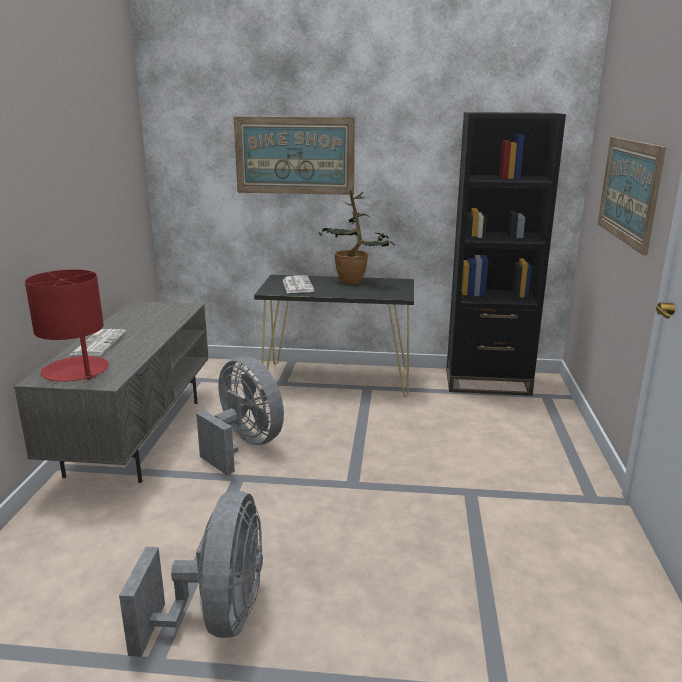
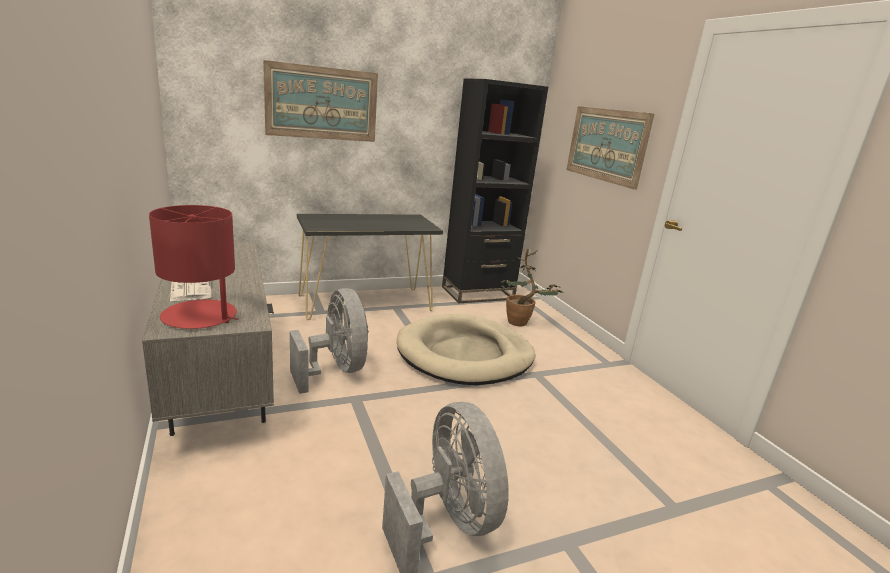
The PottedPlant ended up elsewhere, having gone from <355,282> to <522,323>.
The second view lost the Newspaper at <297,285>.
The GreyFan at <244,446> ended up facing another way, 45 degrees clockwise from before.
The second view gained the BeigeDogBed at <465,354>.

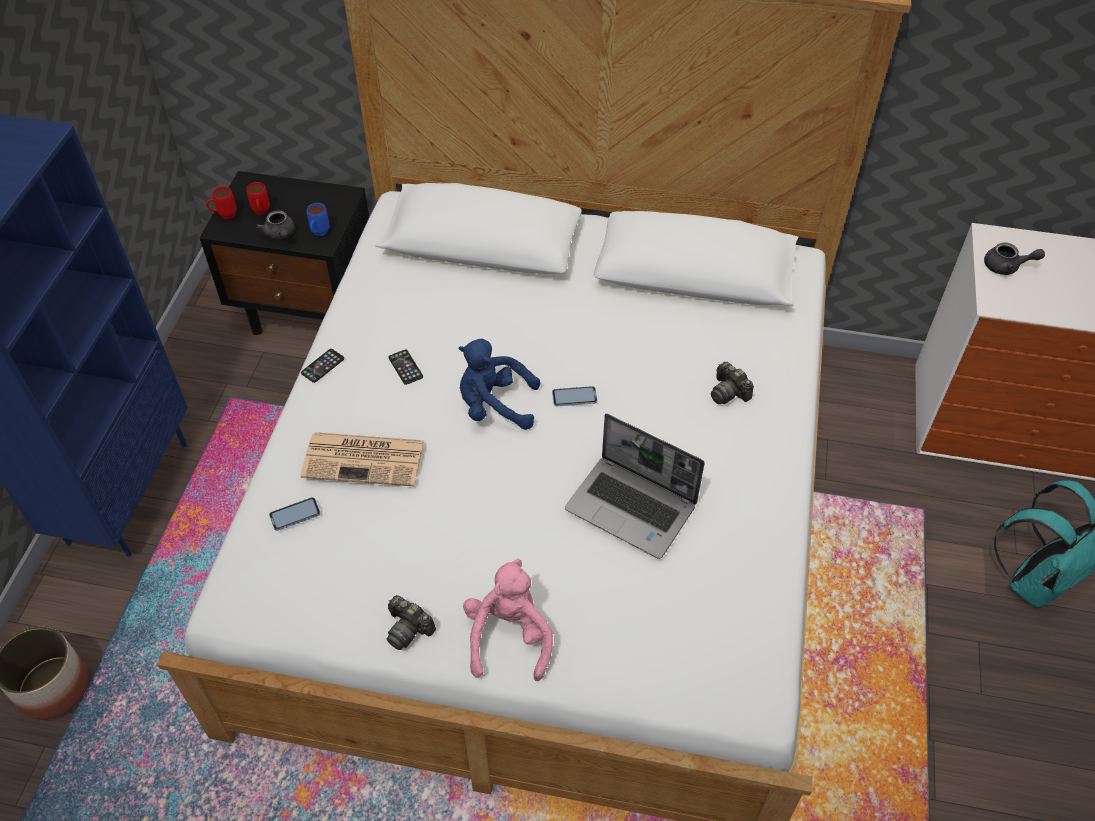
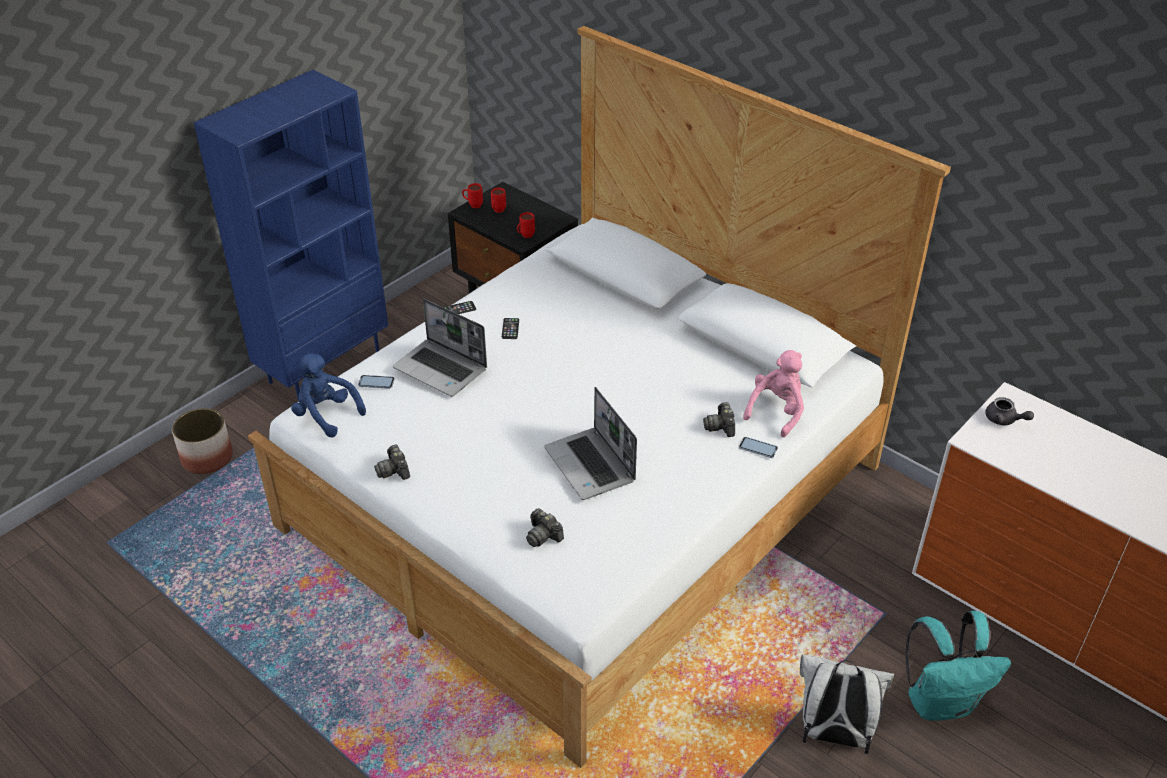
What was the BlueMug at <319,234> turned into the RedMug at <525,236>.
The second view lost the GreyTeapot at <280,235>.
The BluePlushToy ended up elsewhere, having gone from <495,405> to <326,414>.
The Phone ended up elsewhere, having gone from <574,397> to <758,448>.
Where the Newspaper stood at <365,459>, the Laptop came to stand at <442,369>.
The PinkPlushToy ended up elsewhere, having gone from <509,636> to <776,411>.
The second view gained the PhotoCamera at <543,535>.
The second view gained the WhiteBackpack at <833,735>.

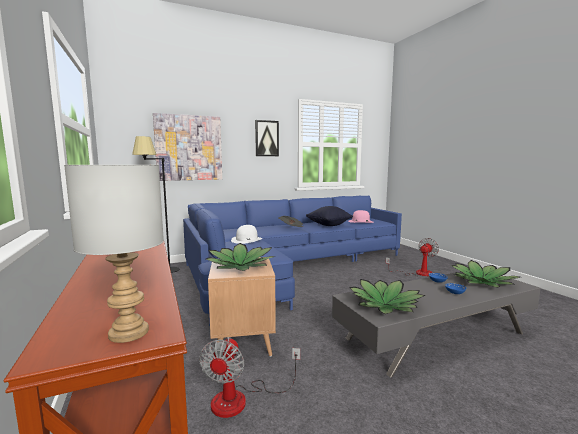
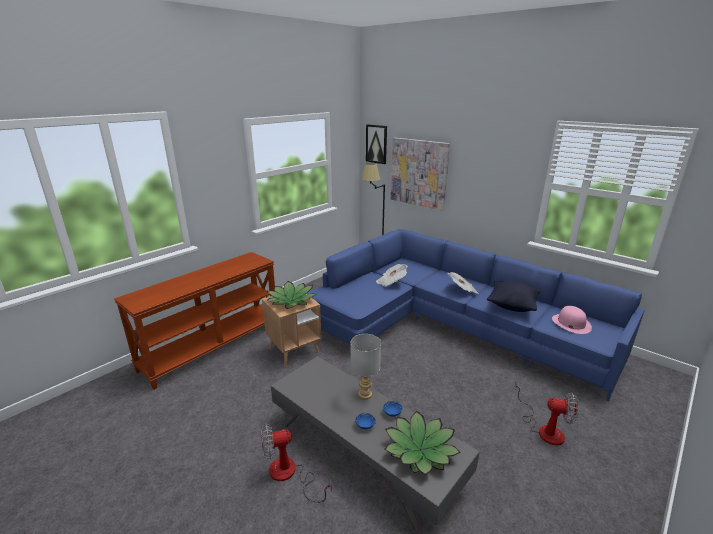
The Picture ended up elsewhere, having gone from <266,138> to <376,144>.
The GreyTableLamp ended up elsewhere, having gone from <127,333> to <364,394>.
Where the WhiteHat stood at <246,240>, the Newspaper came to stand at <391,282>.
The second view lost the PottedPlant at <385,304>.
The Fan ended up elsewhere, having gone from <241,399> to <289,475>.

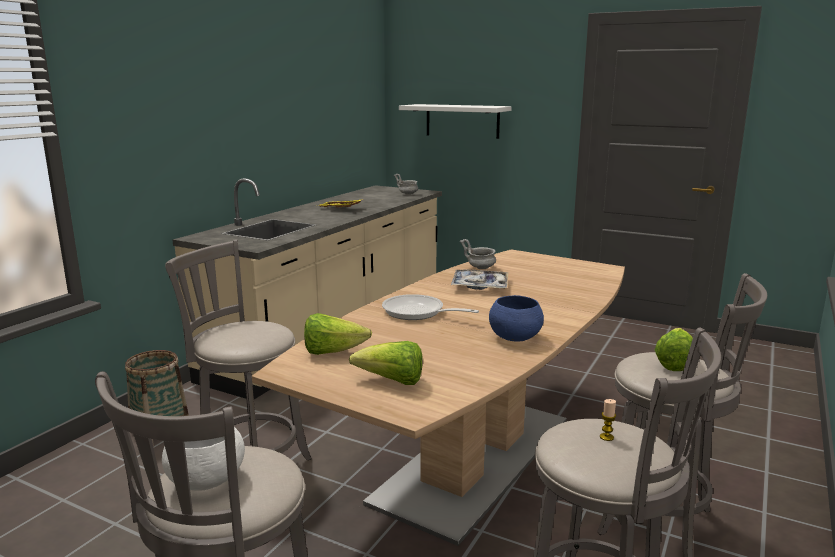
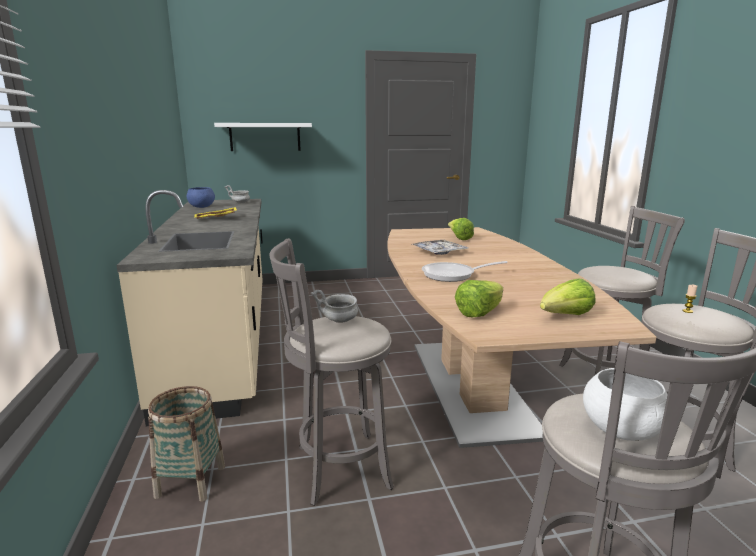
The GreyBowl ended up elsewhere, having gone from <480,268> to <339,321>.
The BlueBowl ended up elsewhere, having gone from <514,338> to <201,207>.
The Lettuce ended up elsewhere, having gone from <673,363> to <459,238>.

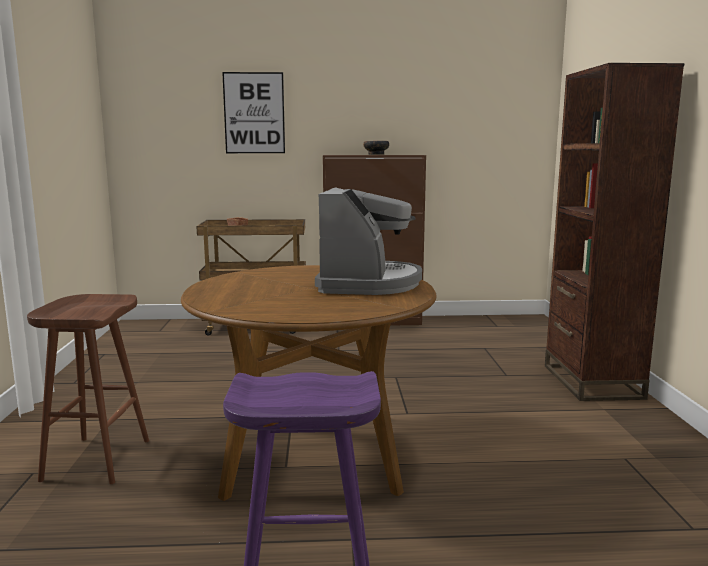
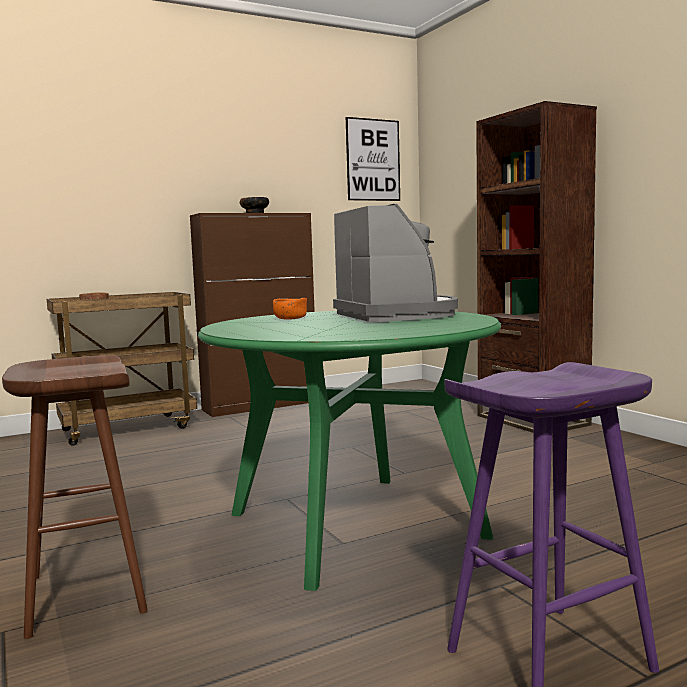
The Picture ended up elsewhere, having gone from <254,113> to <373,160>.
What was the BrownDiningTable at <312,452> turned into the GreenDiningTable at <355,524>.
The second view gained the OrangeBowl at <290,318>.

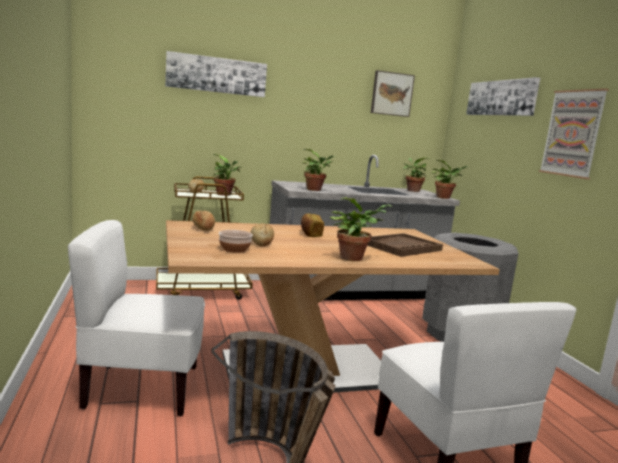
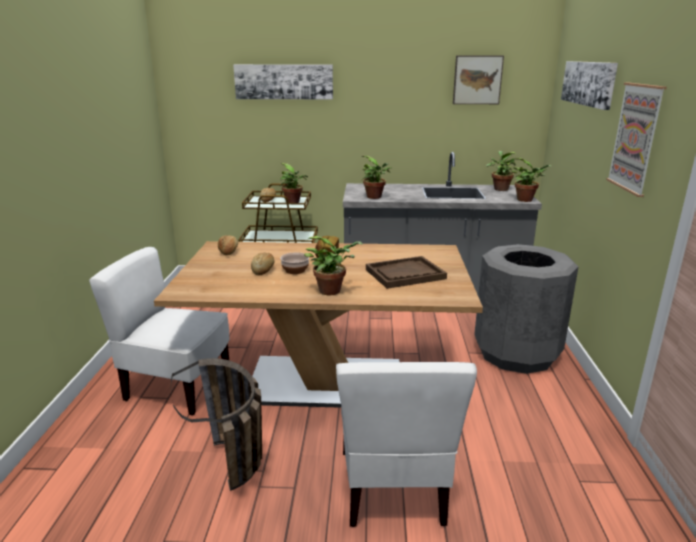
The Bowl ended up elsewhere, having gone from <234,249> to <295,270>.

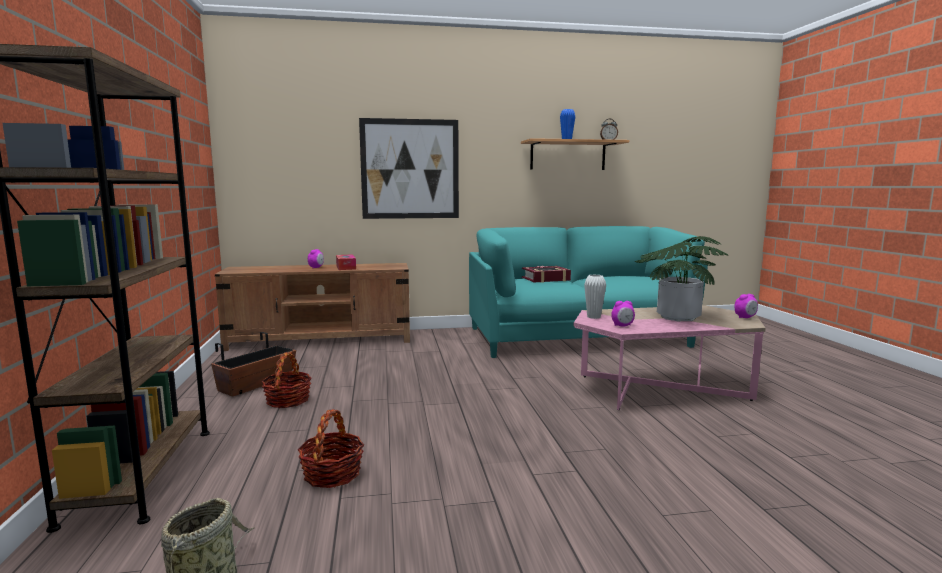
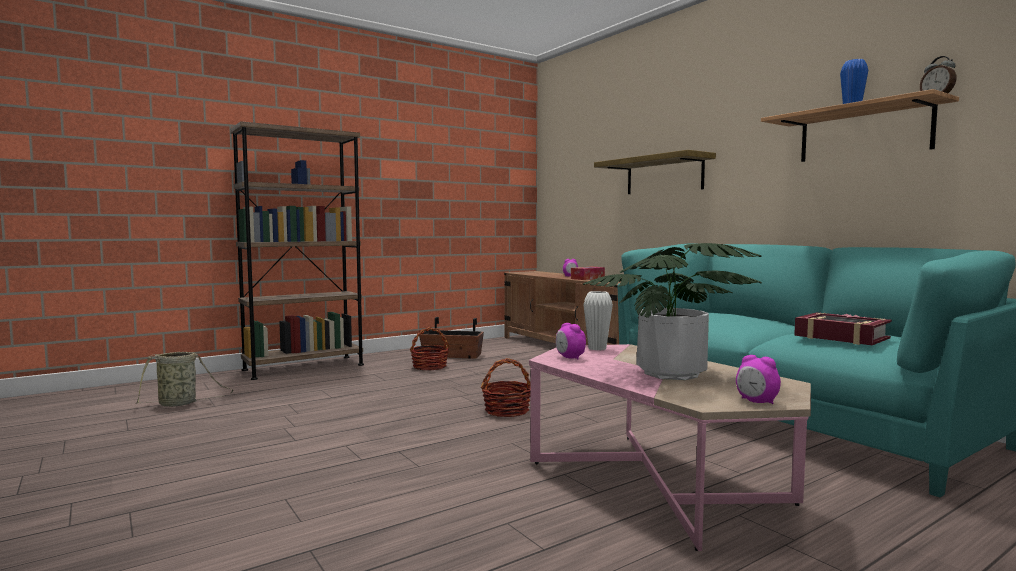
Where the Picture hung at <410,169>, the Shelf came to hang at <664,175>.
The Book ended up elsewhere, having gone from <546,279> to <841,337>.
The Basket ended up elsewhere, having gone from <332,474> to <507,411>.

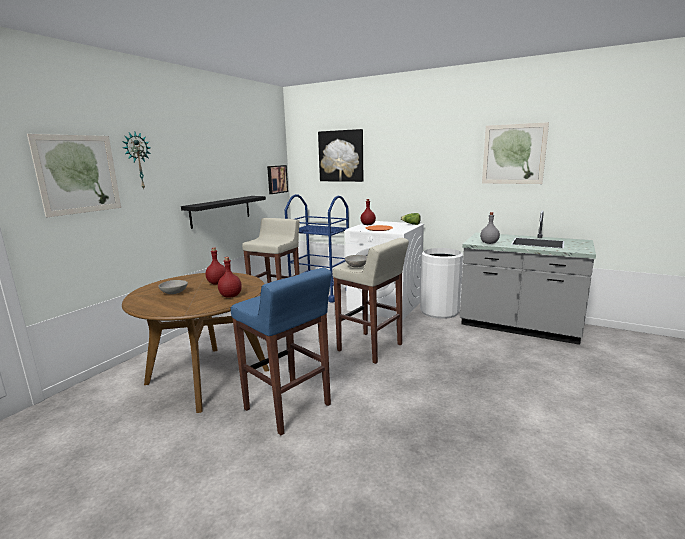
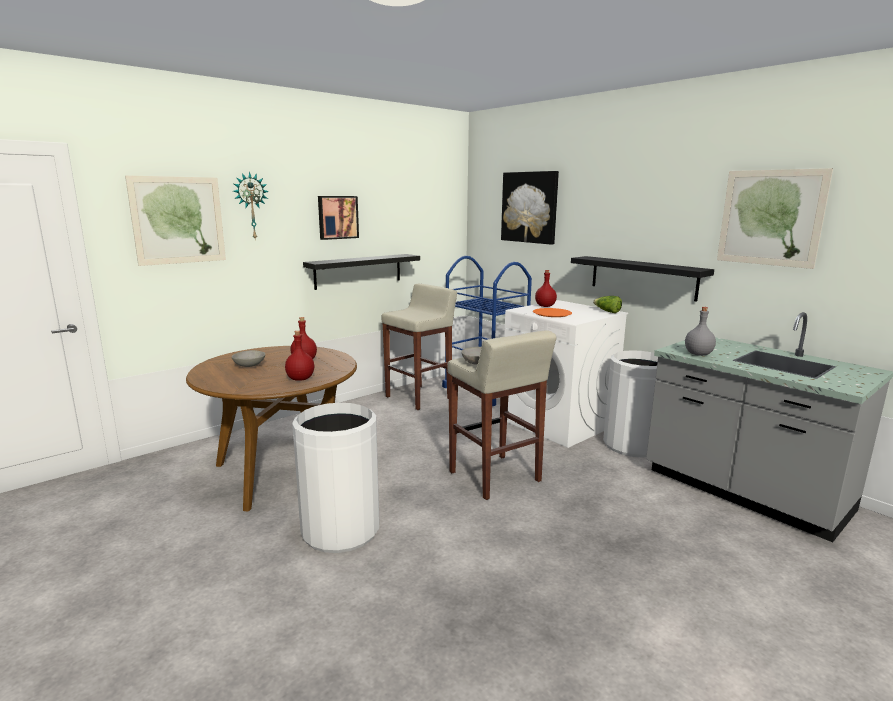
The Picture ended up elsewhere, having gone from <276,179> to <337,217>.
Where the BlueStool stood at <288,408>, the WhiteTrashCan came to stand at <340,530>.
The second view gained the BlackShelf at <642,277>.

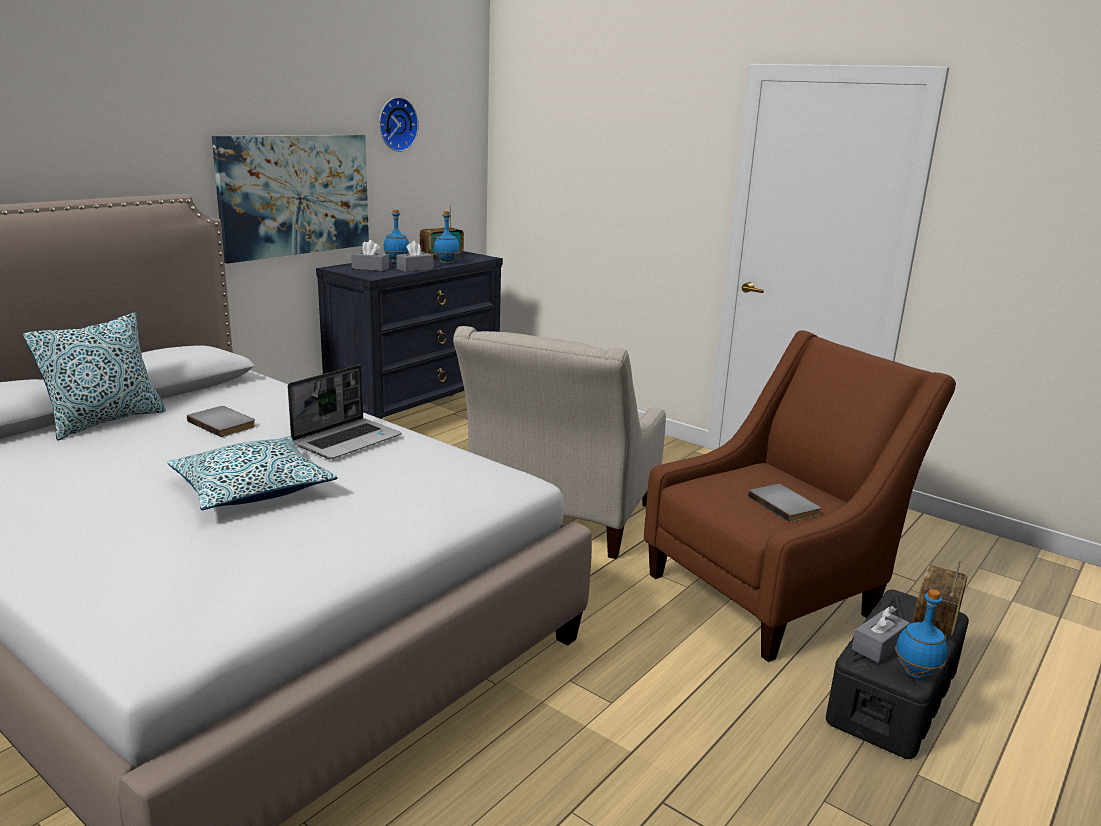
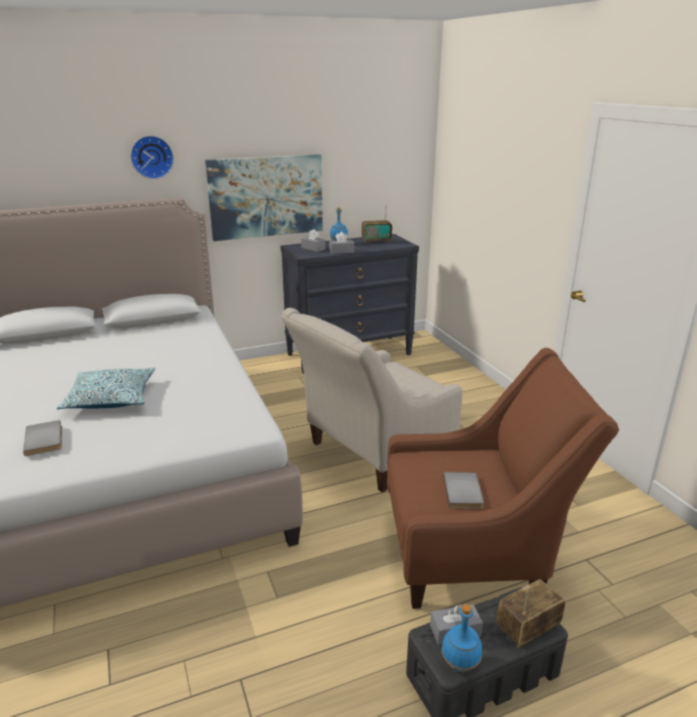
The WallClock ended up elsewhere, having gone from <396,124> to <151,157>.
The second view lost the BlueBottle at <446,263>.
The second view lost the Pillow at <106,421>.
The second view lost the Laptop at <347,440>.
The GreyBook ended up elsewhere, having gone from <224,423> to <46,439>.

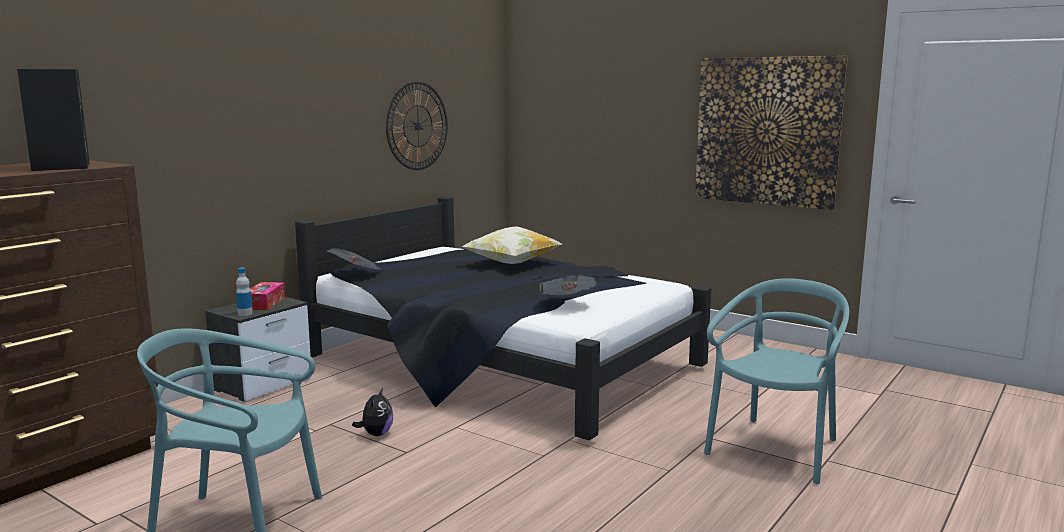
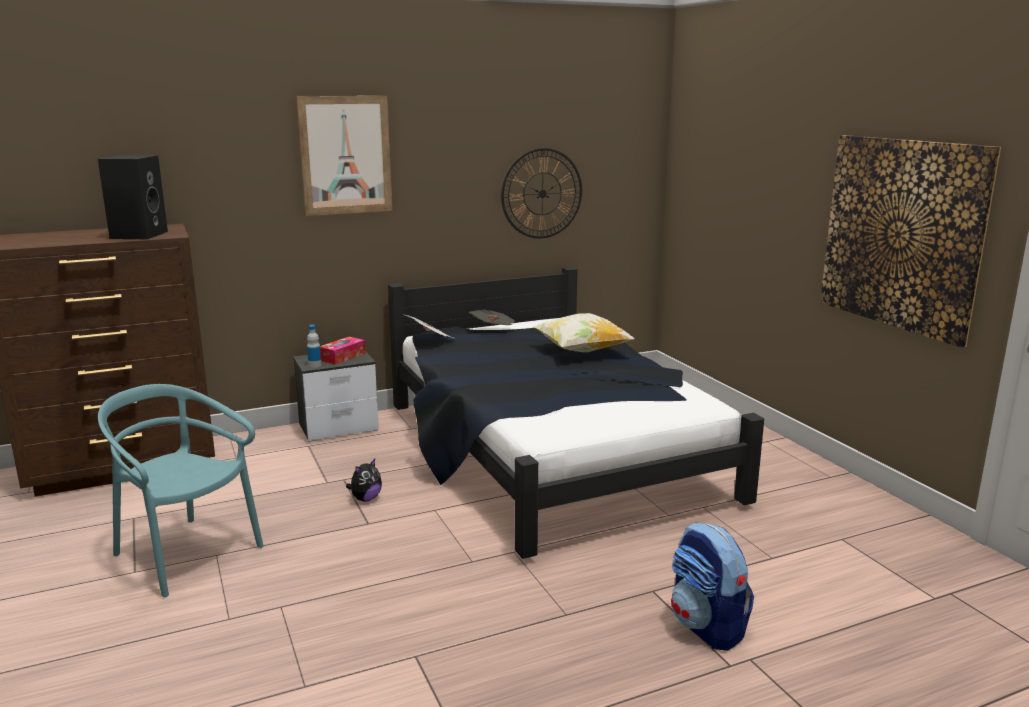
The Newspaper ended up elsewhere, having gone from <567,302> to <494,330>.
Where the TurquoiseChair stood at <775,449>, the Backpack came to stand at <707,627>.
The second view gained the Picture at <345,155>.

